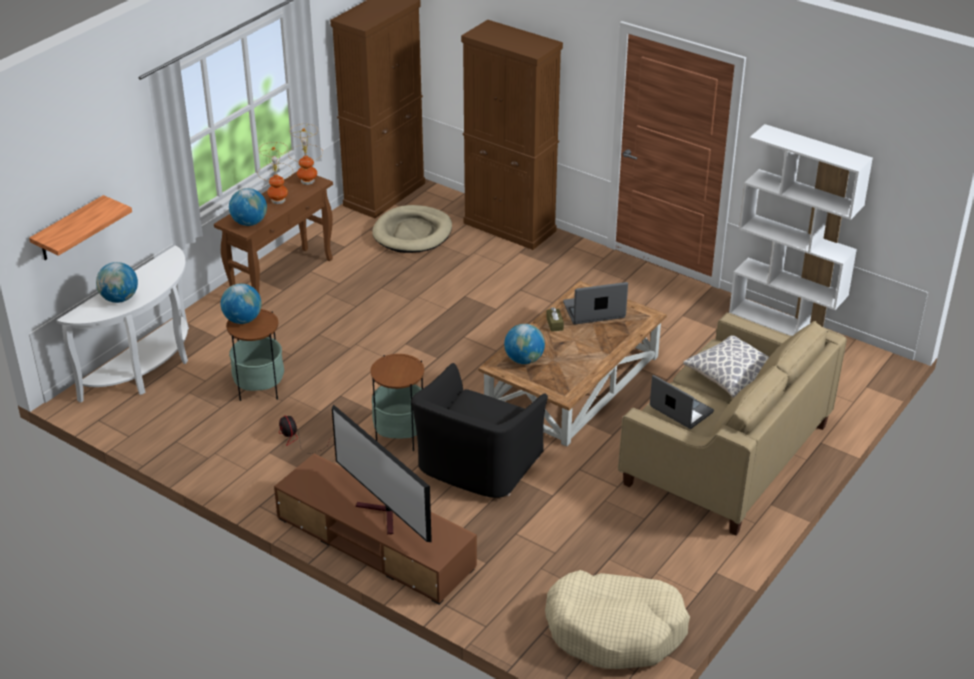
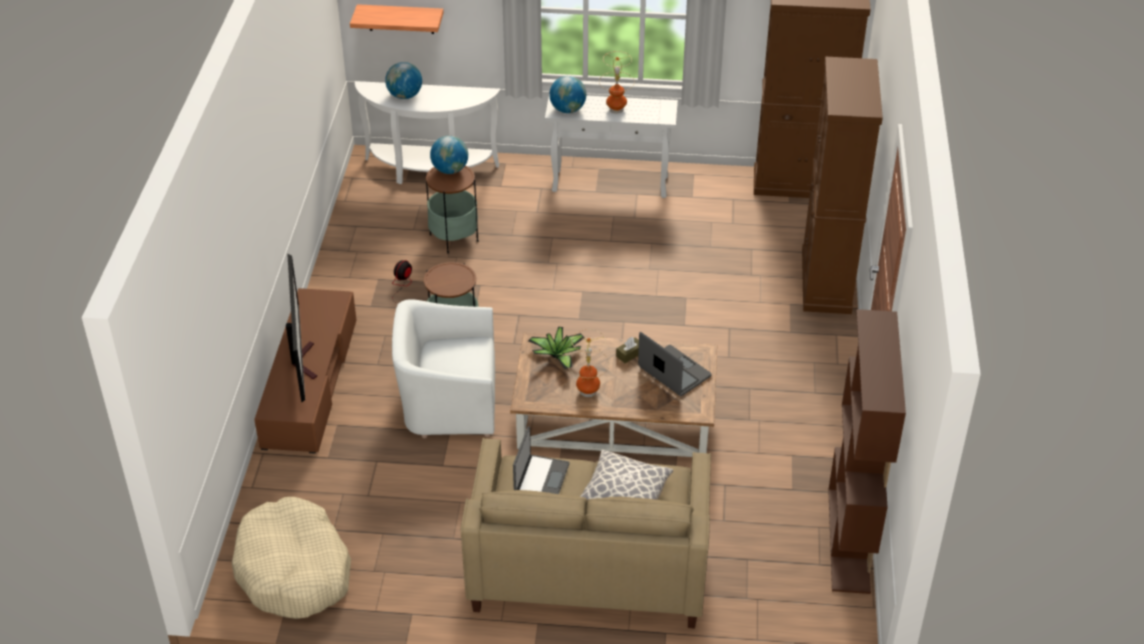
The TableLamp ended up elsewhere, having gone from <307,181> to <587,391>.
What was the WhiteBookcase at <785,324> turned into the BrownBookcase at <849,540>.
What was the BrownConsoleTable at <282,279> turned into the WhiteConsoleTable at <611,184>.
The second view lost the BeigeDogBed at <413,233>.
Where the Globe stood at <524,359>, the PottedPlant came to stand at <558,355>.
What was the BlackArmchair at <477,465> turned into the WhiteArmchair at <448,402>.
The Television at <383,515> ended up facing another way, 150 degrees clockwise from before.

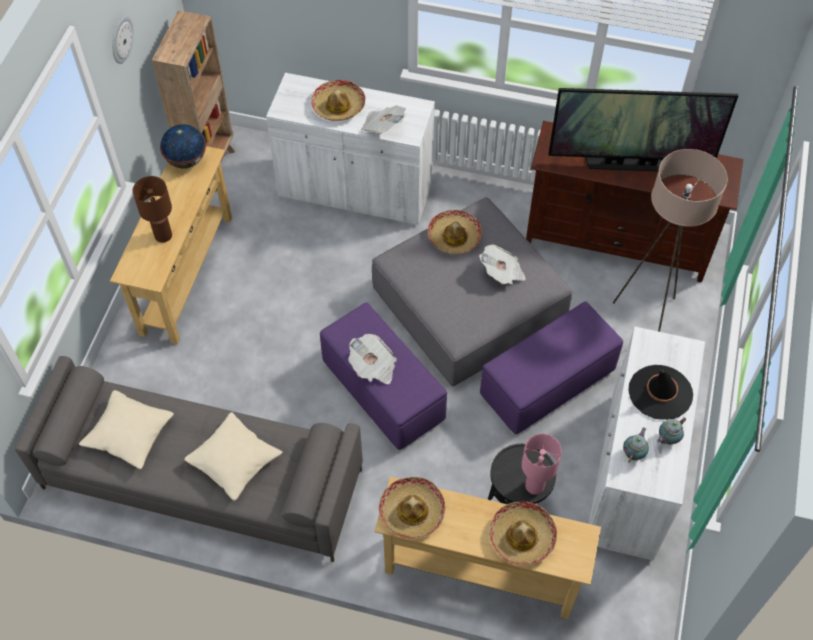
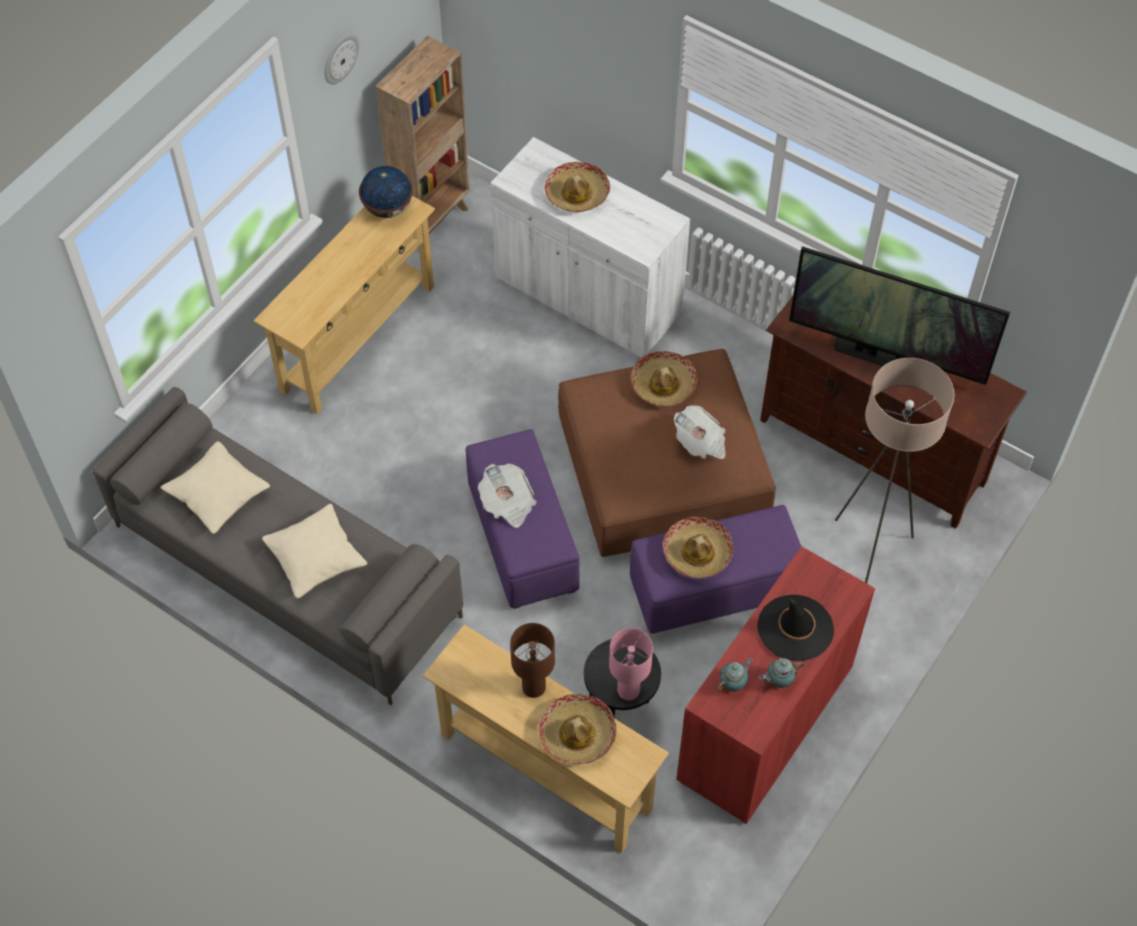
The second view lost the Newspaper at <383,127>.
The BrownTableLamp ended up elsewhere, having gone from <163,235> to <534,687>.
What was the GreyOttoman at <469,305> turned into the BrownOttoman at <663,471>.
What was the WhiteCabinet at <631,475> turned into the RedCabinet at <765,723>.
The Hat ended up elsewhere, having gone from <412,511> to <697,553>.

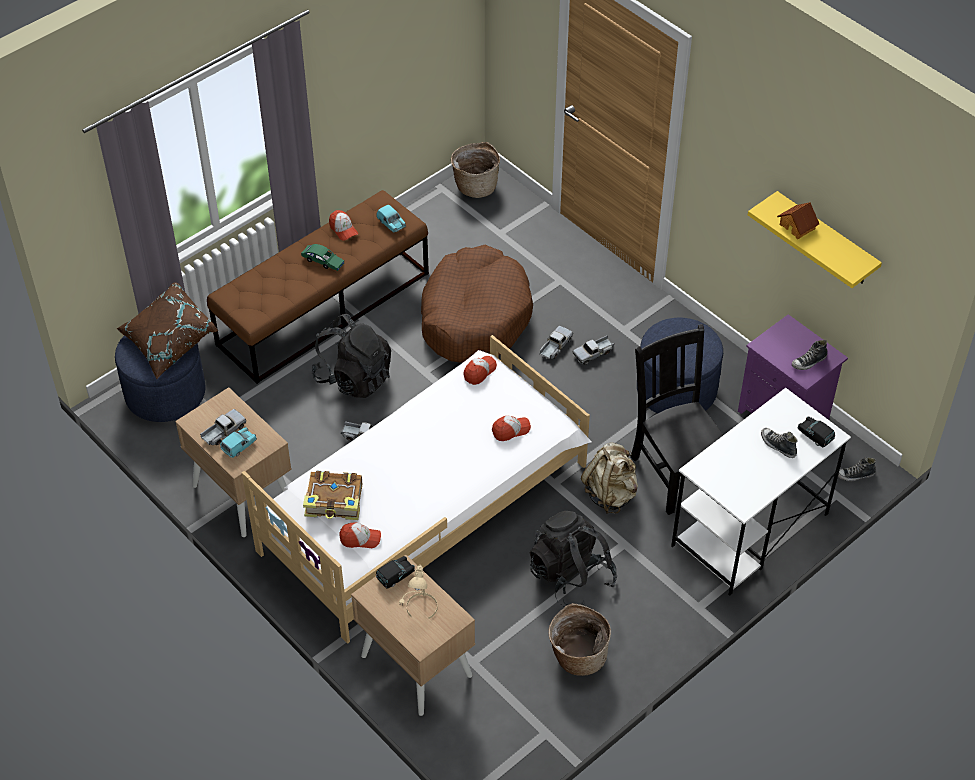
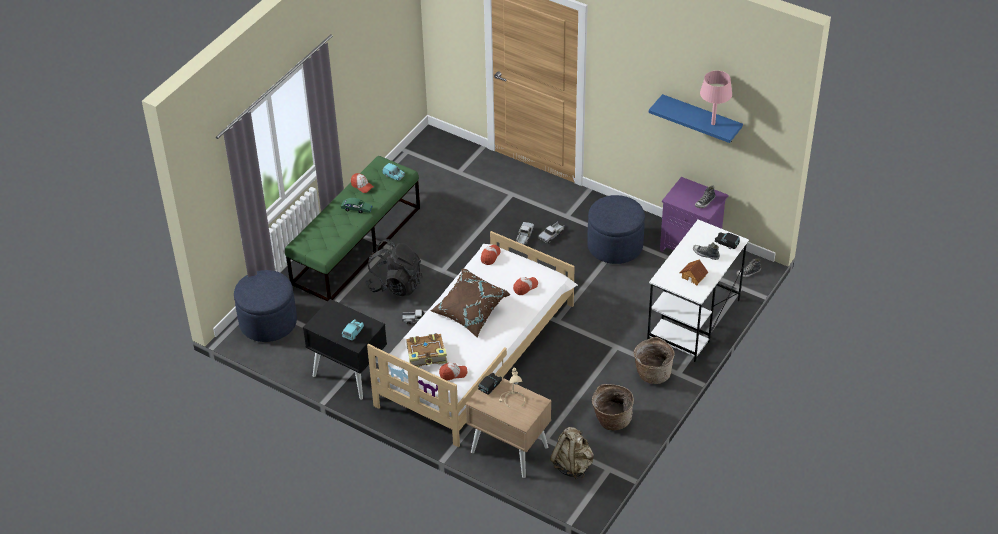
The Basket ended up elsewhere, having gone from <475,185> to <652,373>.
What was the BrownBench at <324,308> turned into the GreenBench at <356,245>.
What was the YellowShelf at <825,240> turned into the BlueShelf at <701,119>.
The ToyHouse ended up elsewhere, having gone from <797,226> to <693,276>.
The second view lost the BrownDogBed at <474,317>.
The BrownPillow ended up elsewhere, having gone from <169,342> to <470,312>.
The second view lost the BlackChair at <676,471>.
What was the BeigeNightstand at <242,493> turned into the BlackNightstand at <349,373>.
The second view lost the ToyTruck at <223,432>.
The BeigeBackpack ended up elsewhere, having gone from <610,494> to <572,465>.
The second view lost the BlackBackpack at <571,576>.
The second view gained the PinkTableLamp at <713,124>.

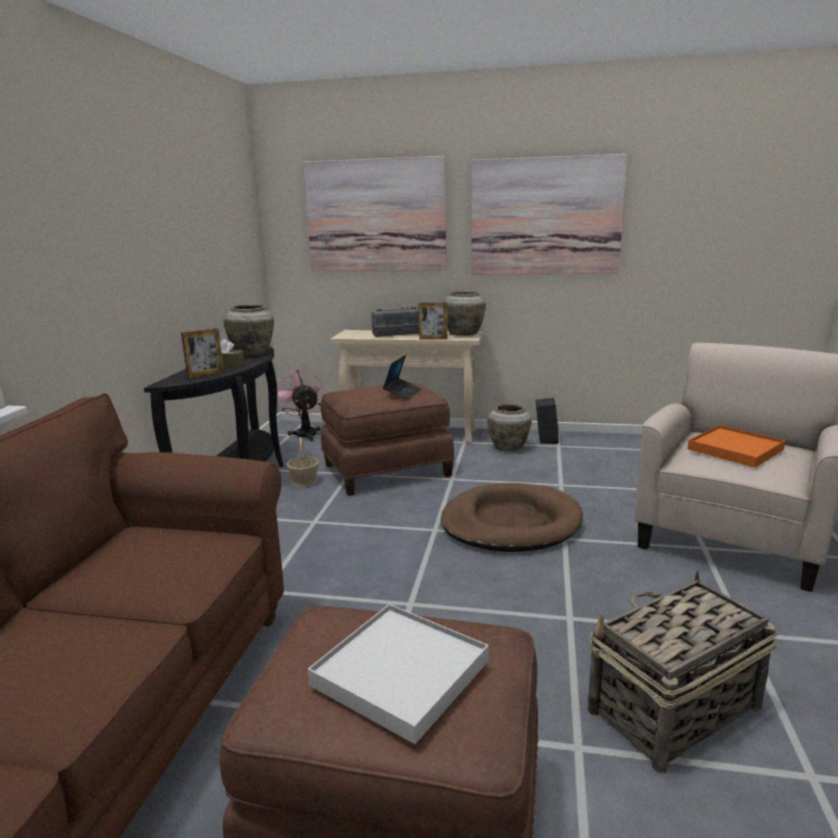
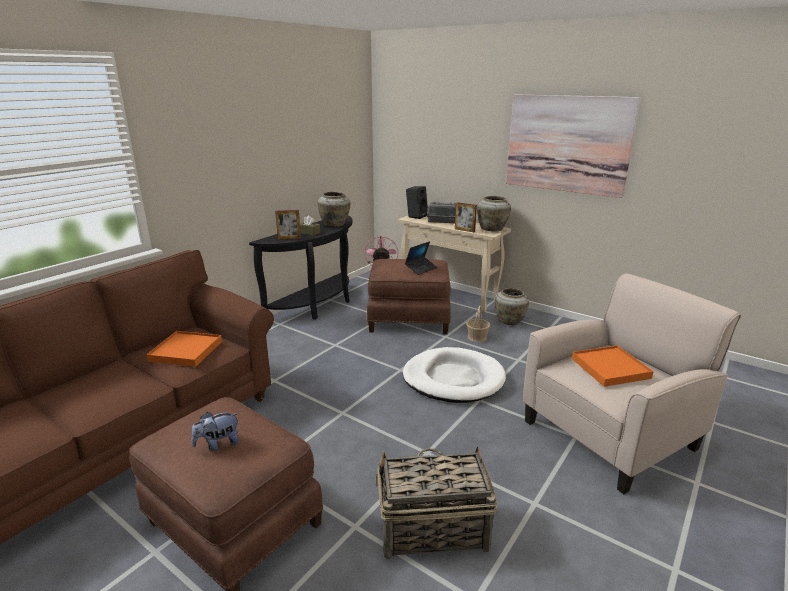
The second view lost the Picture at <376,216>.
The BlackSpeaker ended up elsewhere, having gone from <545,439> to <416,216>.
The Basket ended up elsewhere, having gone from <304,481> to <477,337>.
What was the BrownDogBed at <510,523> turned into the WhiteDogBed at <453,379>.
Where the WhiteTray stood at <400,673>, the PlushToy came to stand at <218,444>.
The second view gained the OrangeTray at <186,351>.

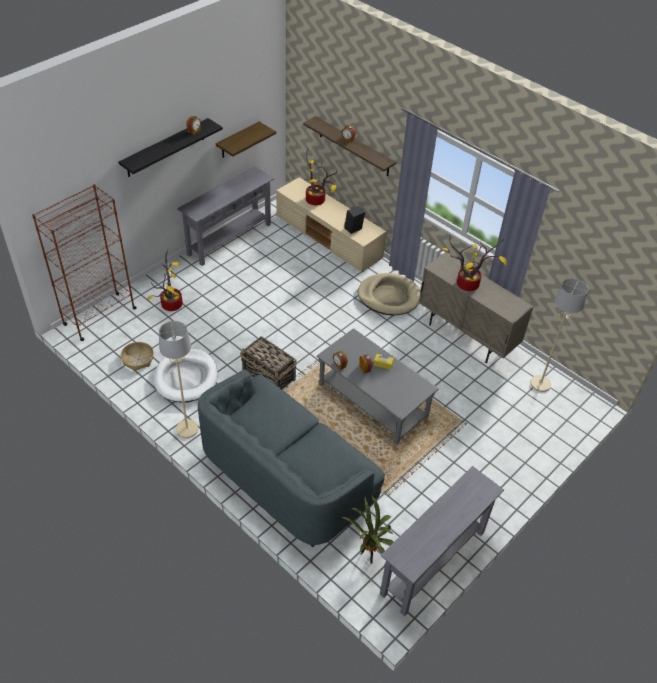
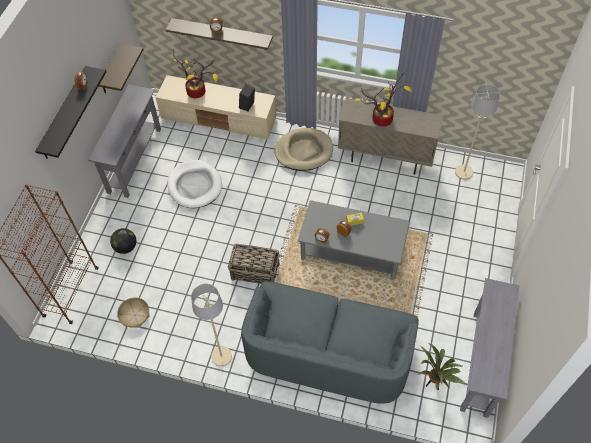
Where the PottedPlant stood at <171,303>, the Globe came to stand at <126,247>.
The WhiteDogBed ended up elsewhere, having gone from <186,377> to <195,186>.

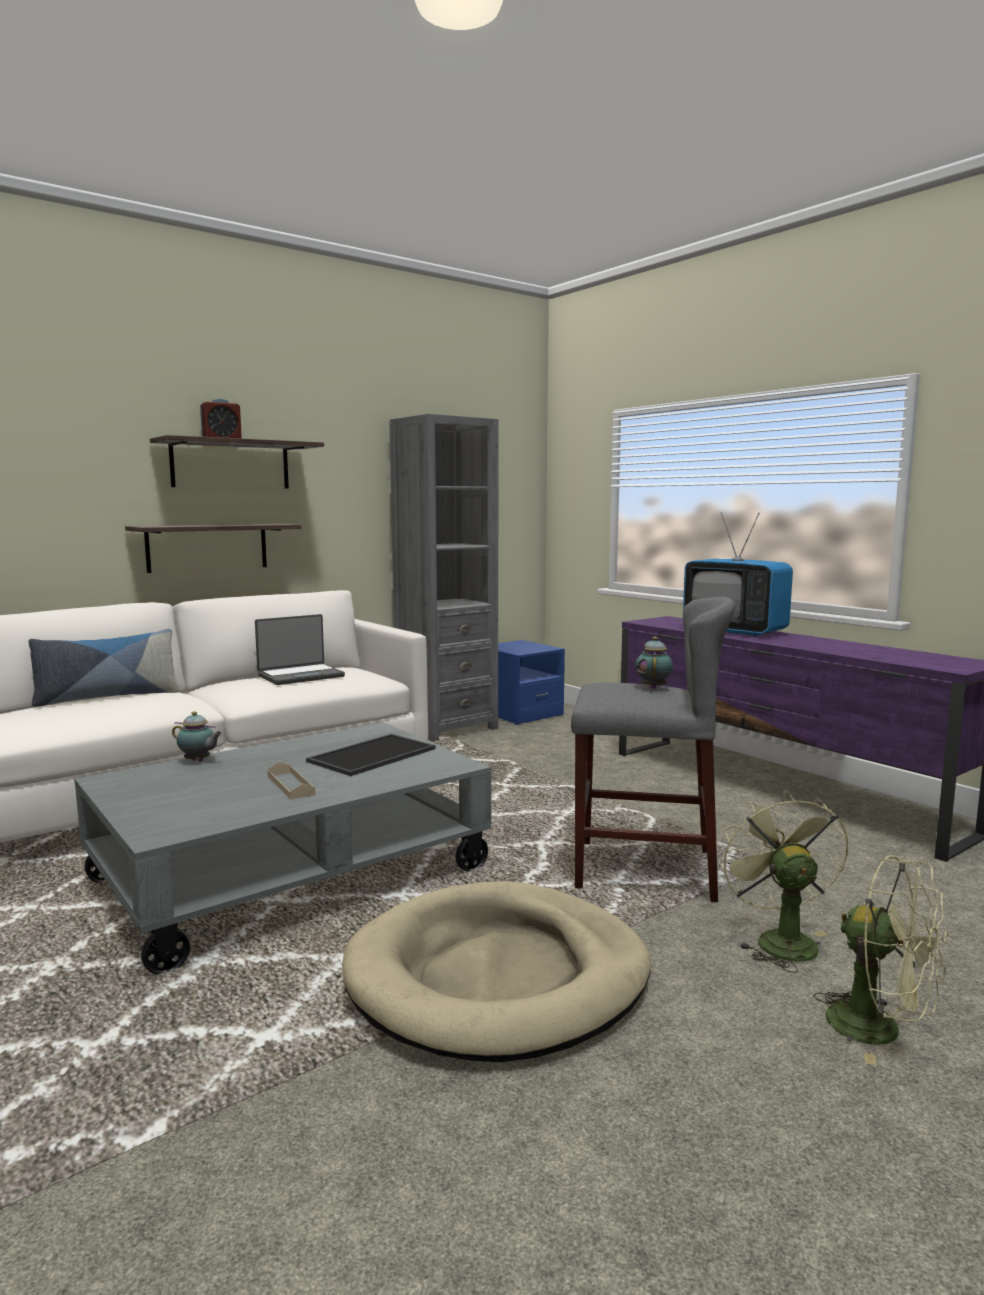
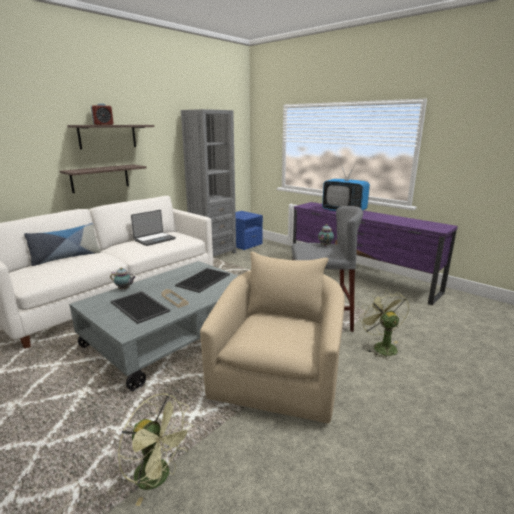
The GreenFan ended up elsewhere, having gone from <880,1030> to <159,477>.
Where the BeigeDogBed stood at <498,977>, the BeigeArmchair came to stand at <279,375>.
The second view gained the Tray at <141,307>.

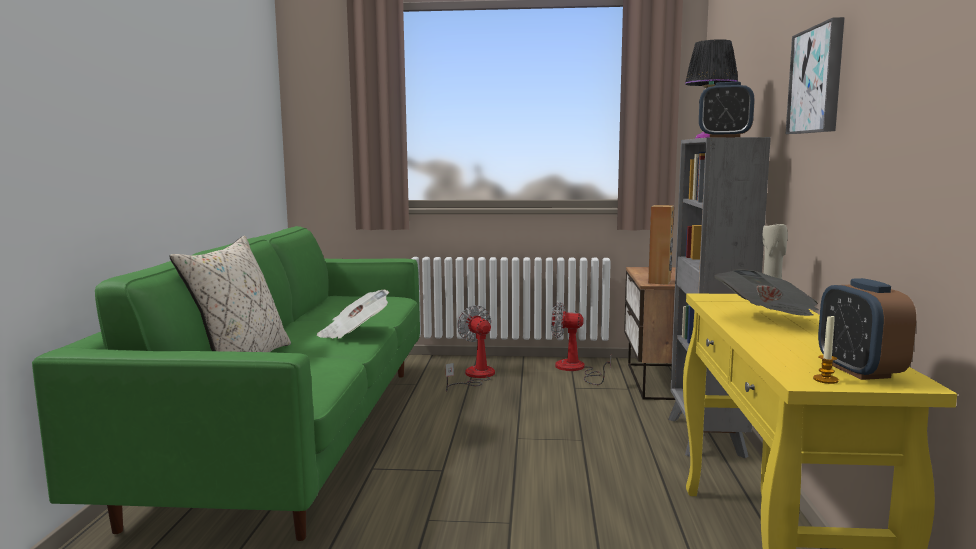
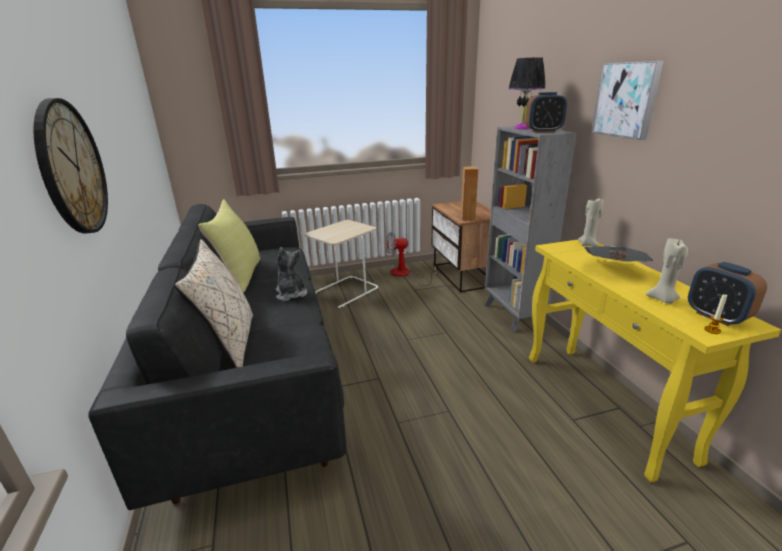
What was the GreenSofa at <297,435> turned into the BlackSofa at <254,370>.
Where the Newspaper stood at <354,333>, the PlushToy came to stand at <291,294>.
Where the Fan stood at <474,376>, the BeigeSideTable came to stand at <345,292>.
The second view gained the WallClock at <71,168>.
The second view gained the YellowPillow at <240,276>.
The second view gained the BeigeCandle at <662,299>.

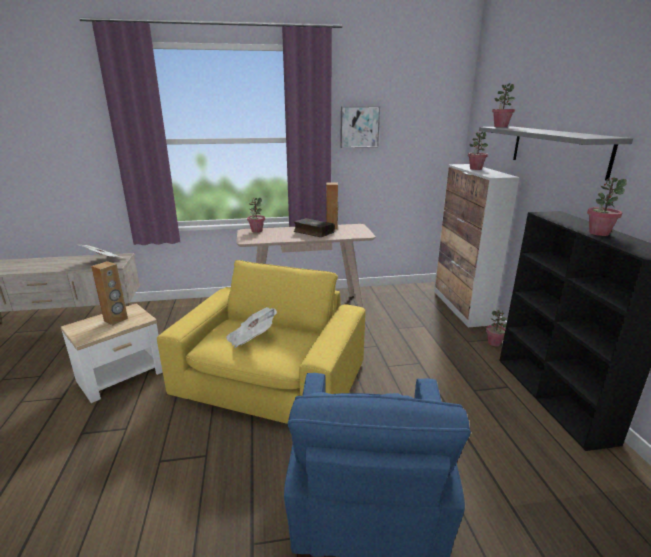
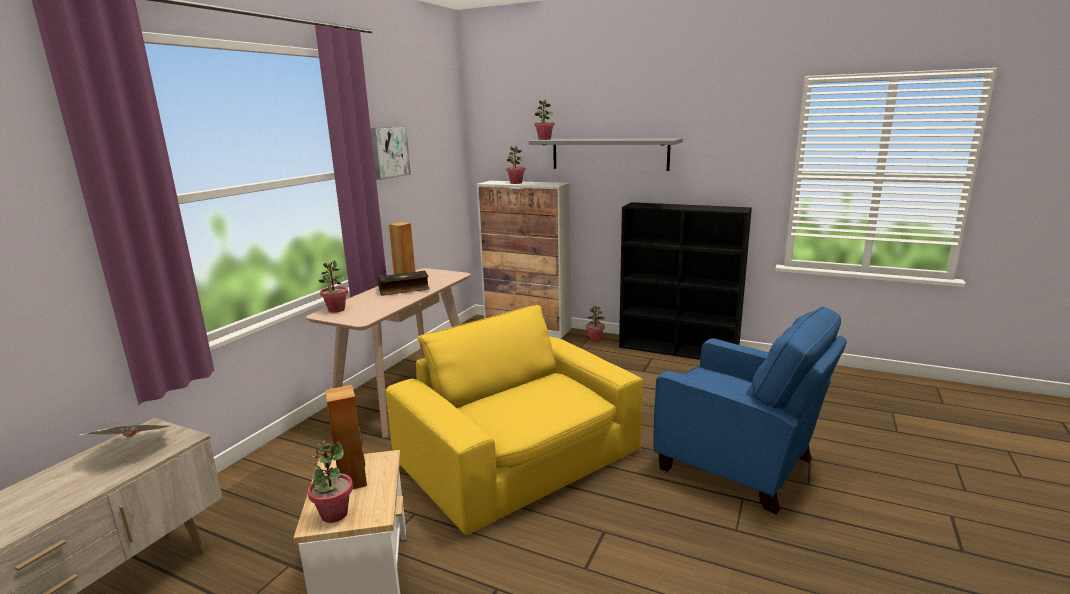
The PottedPlant ended up elsewhere, having gone from <598,233> to <334,514>.
The second view lost the Newspaper at <251,338>.

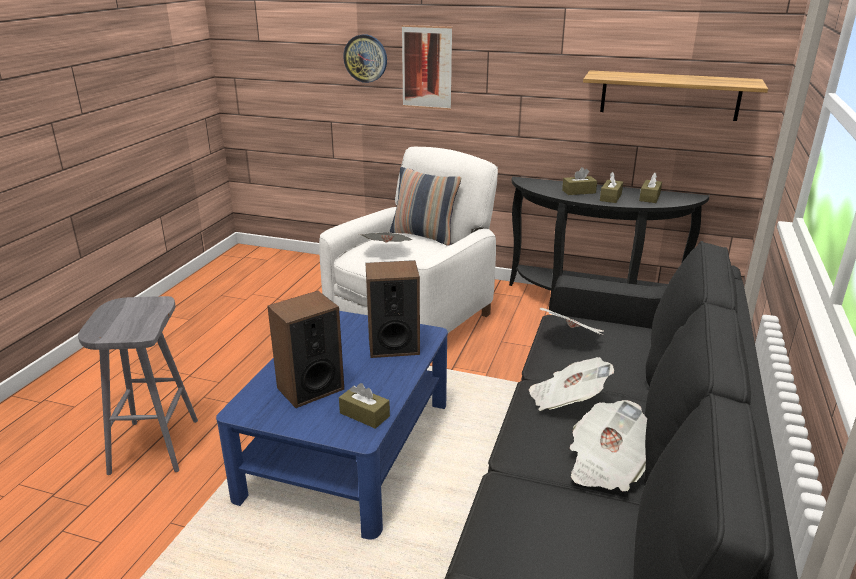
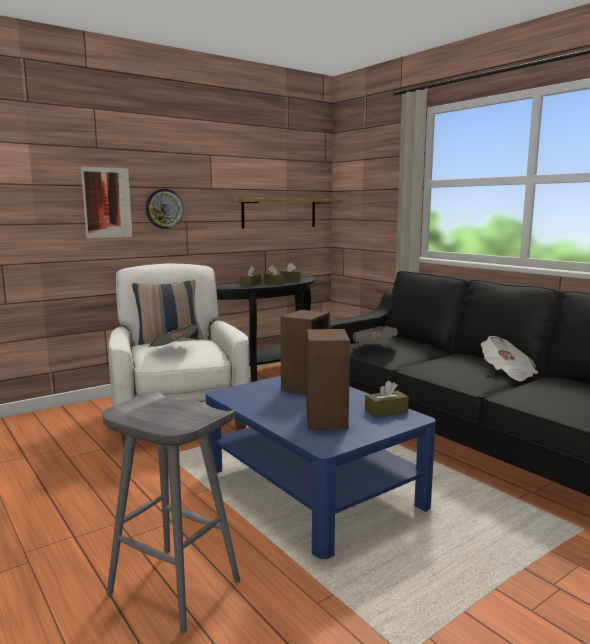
The WallClock ended up elsewhere, having gone from <365,58> to <164,208>.
The second view lost the Newspaper at <566,401>.

